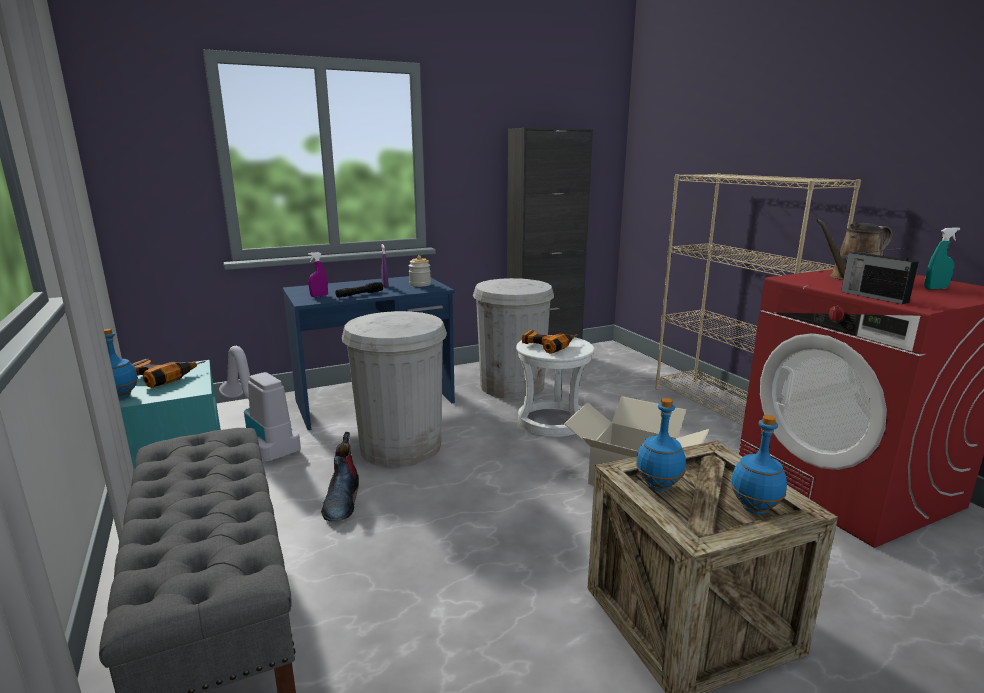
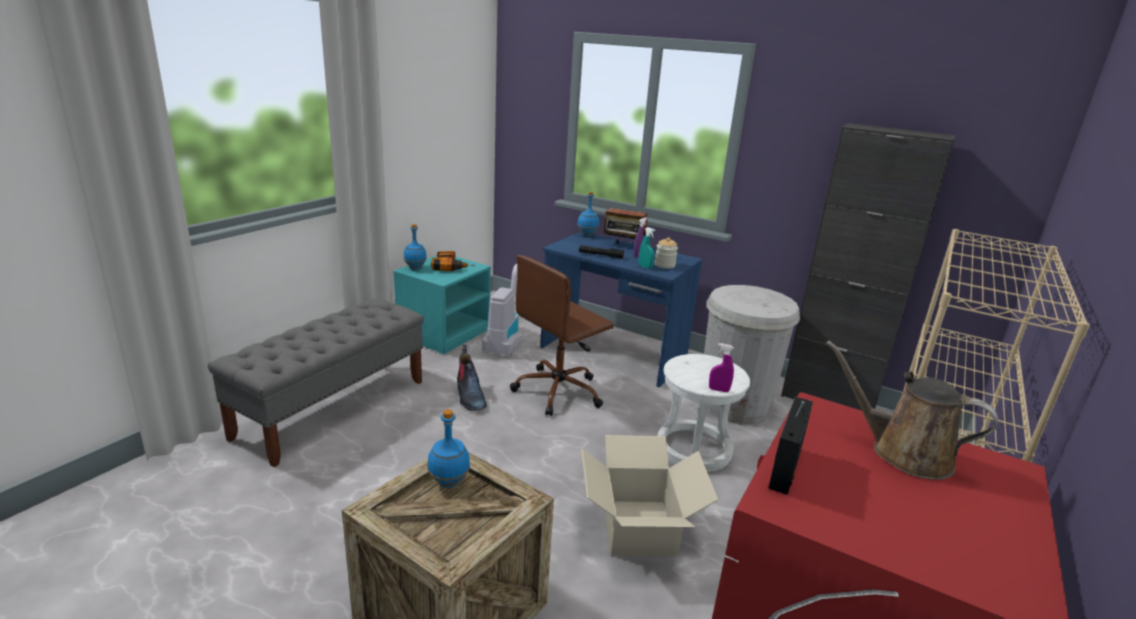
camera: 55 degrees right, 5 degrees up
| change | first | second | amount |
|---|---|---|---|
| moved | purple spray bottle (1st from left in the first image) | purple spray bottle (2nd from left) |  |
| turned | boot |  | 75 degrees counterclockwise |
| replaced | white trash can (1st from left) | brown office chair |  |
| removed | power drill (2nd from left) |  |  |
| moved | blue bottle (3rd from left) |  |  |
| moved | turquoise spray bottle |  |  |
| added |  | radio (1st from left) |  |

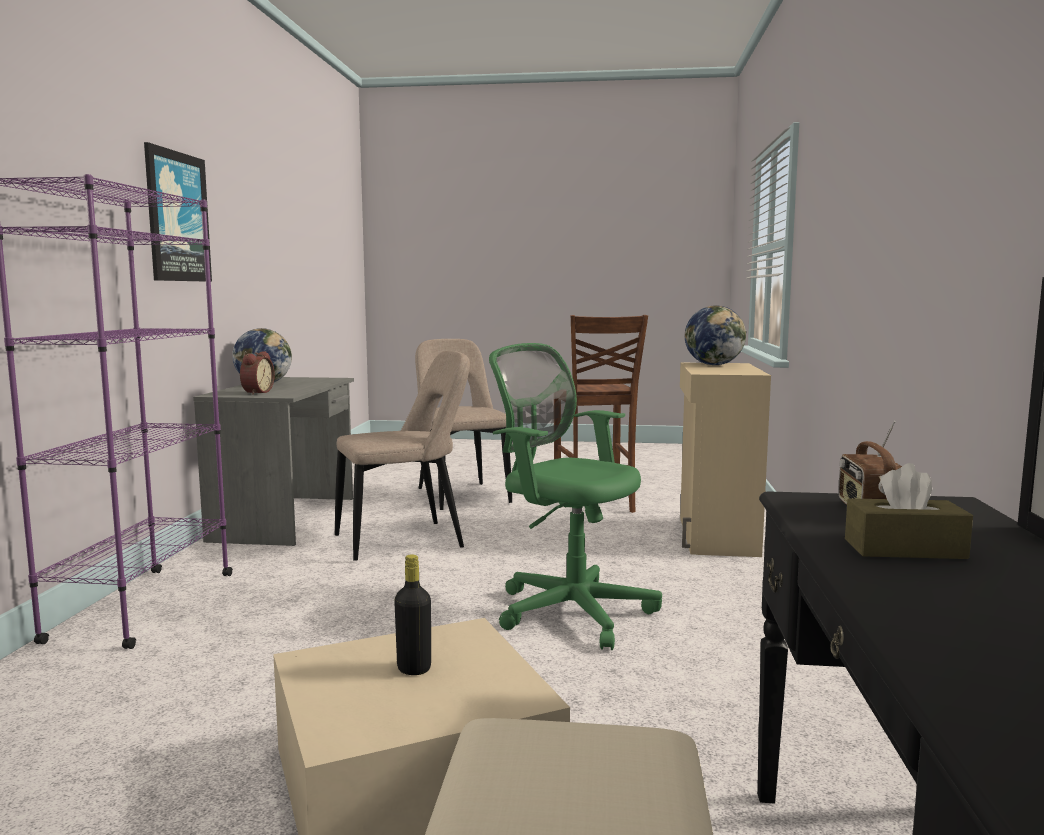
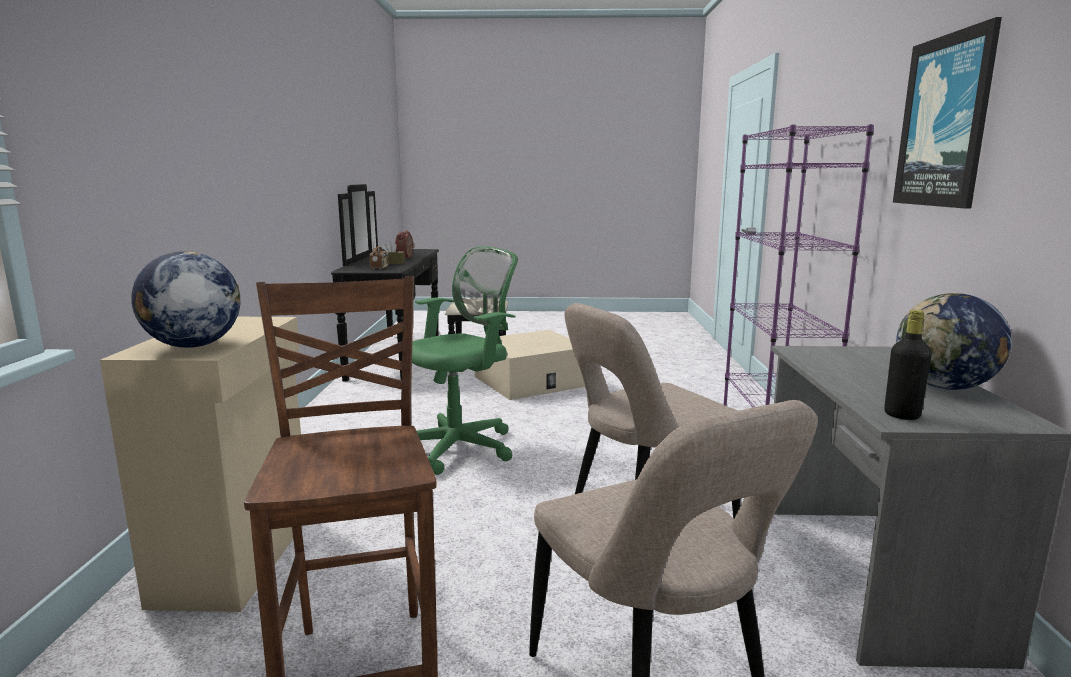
camera: 175 degrees right, 5 degrees up
| change | first | second | amount |
|---|---|---|---|
| moved | alarm clock |  |  |
| moved | black bottle |  |  |
| turned | green office chair |  | 75 degrees counterclockwise |

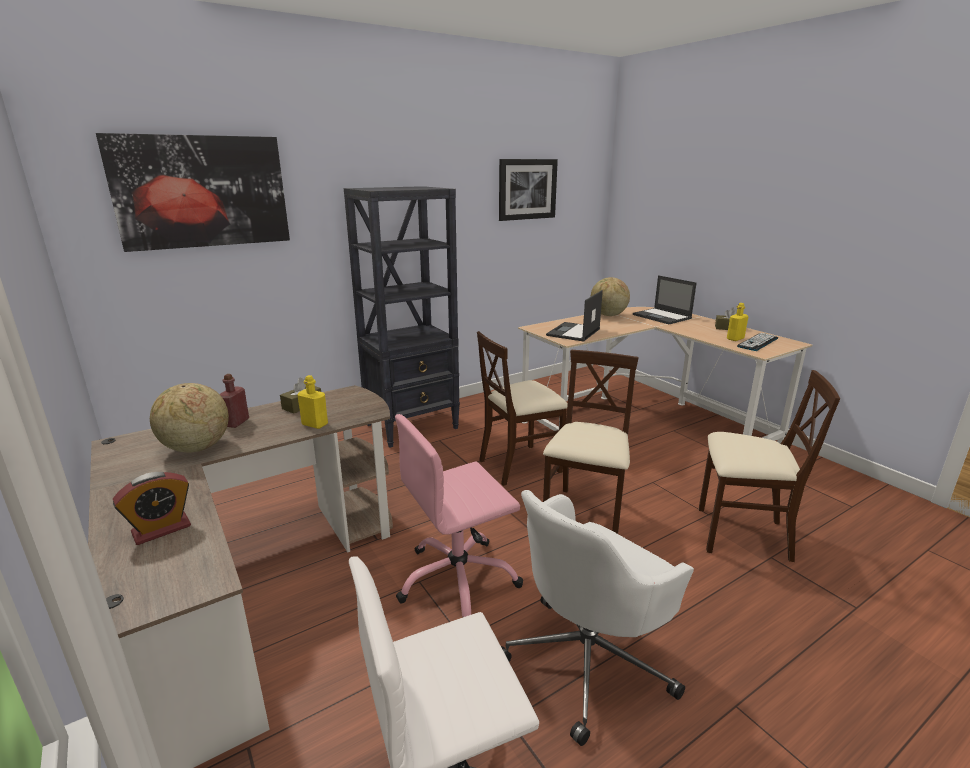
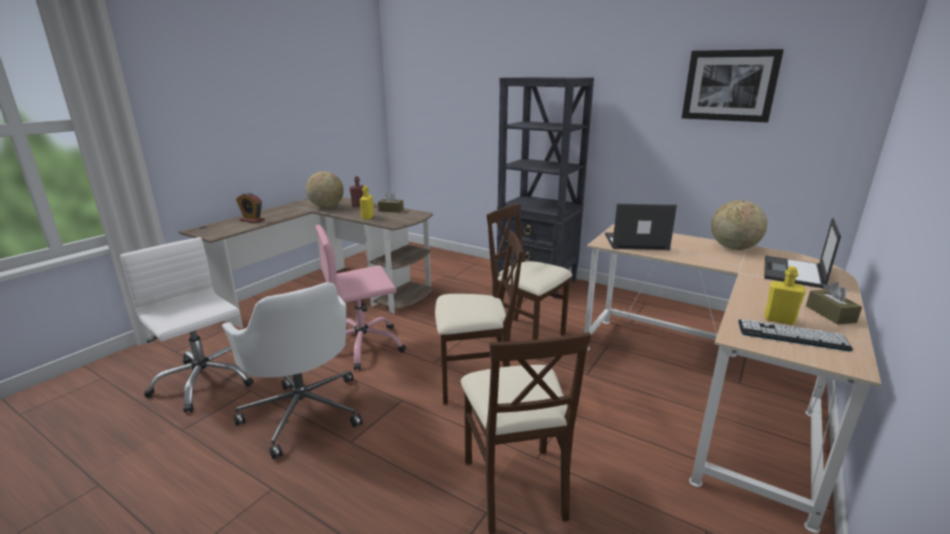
camera: 65 degrees right, 0 degrees up
| change | first | second | amount |
|---|---|---|---|
| removed | picture (1st from left) |  |  |
| turned | pink office chair |  | 60 degrees counterclockwise |
| turned | white office chair (2nd from left) |  | 150 degrees counterclockwise |

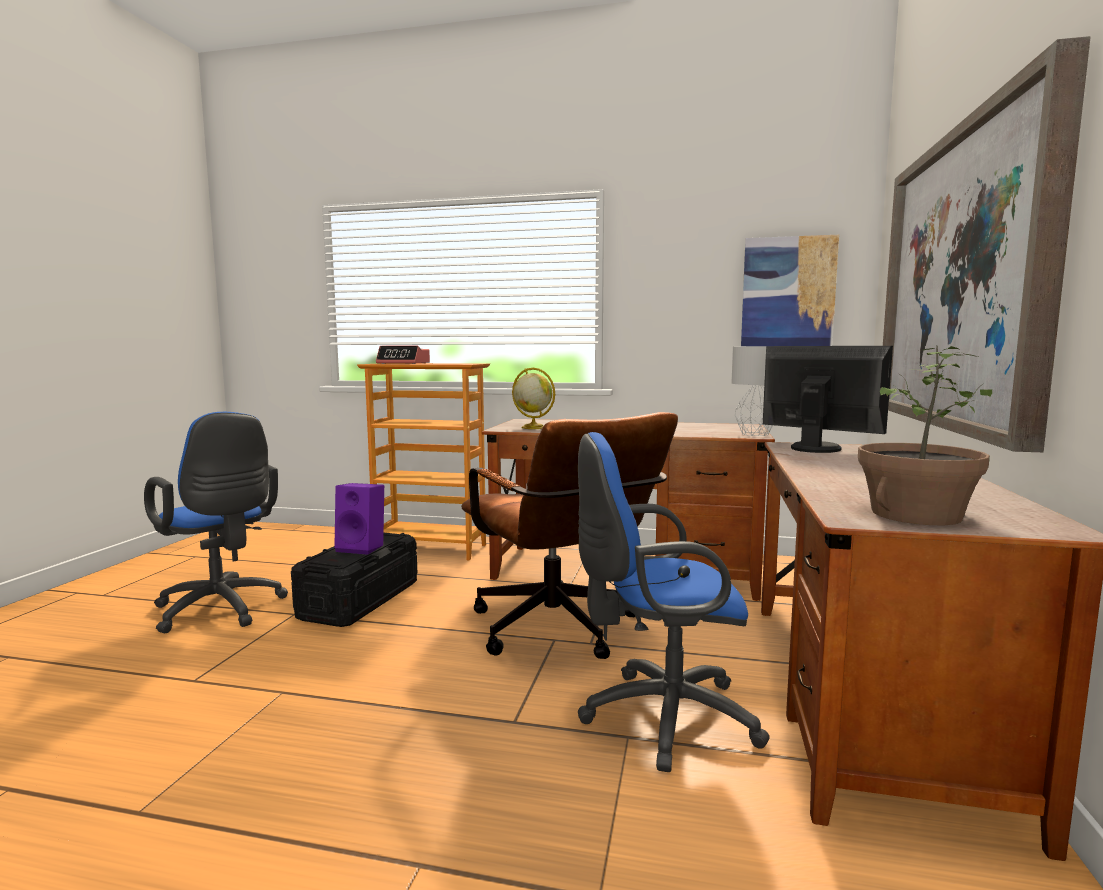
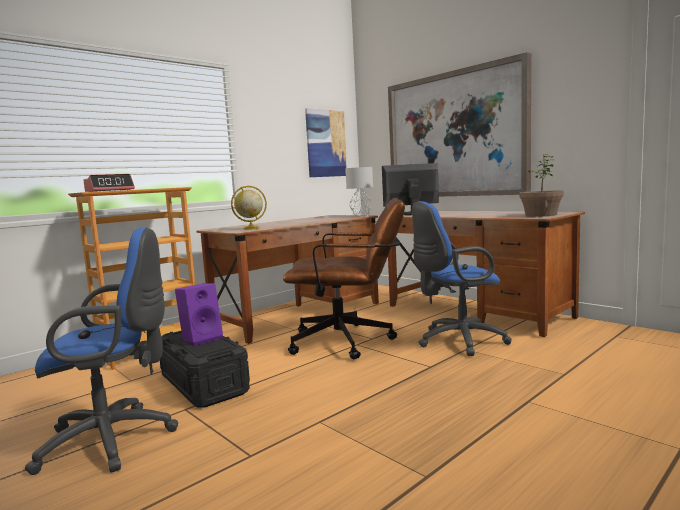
camera: 55 degrees left, 0 degrees up
| change | first | second | amount |
|---|---|---|---|
| turned | blue office chair (2nd from left) |  | 45 degrees clockwise |

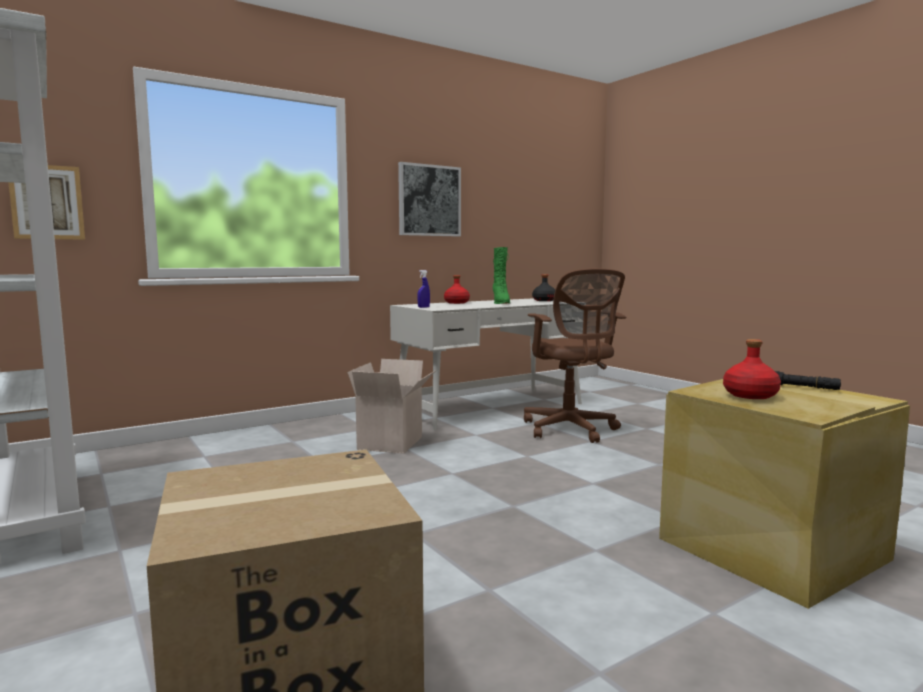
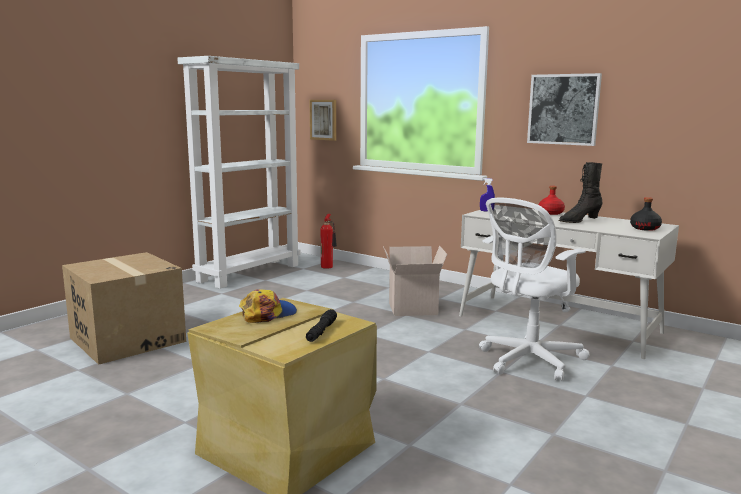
camera: 70 degrees right, 5 degrees up
| change | first | second | amount |
|---|---|---|---|
| recoloured | green boot | black boot |  |
| recoloured | brown office chair | white office chair |  |
| replaced | red bottle (2nd from left) | cap |  |
| added |  | fire extinguisher |  |

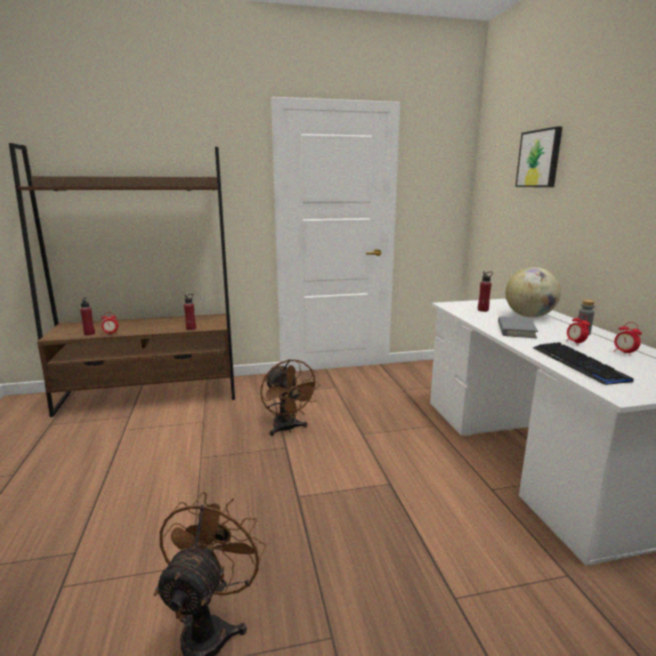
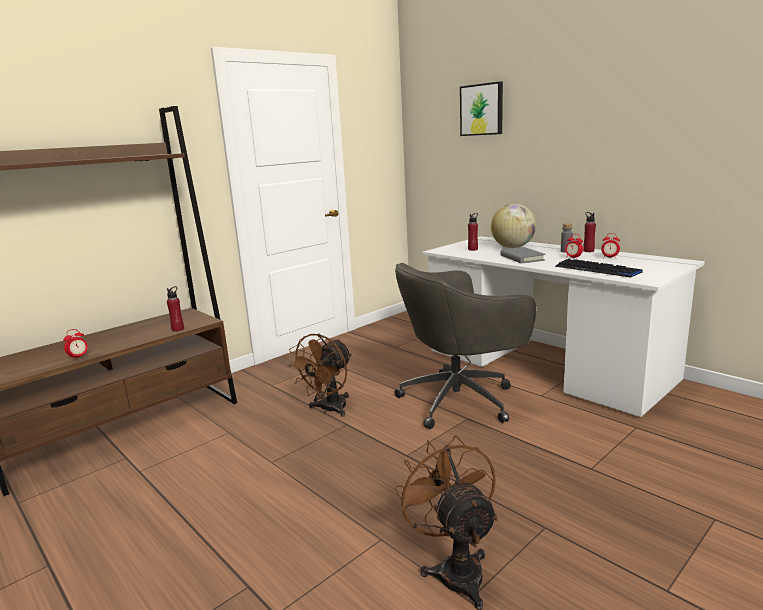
camera: 30 degrees left, 0 degrees up
| change | first | second | amount |
|---|---|---|---|
| moved | red bottle (1st from left in the first image) | red bottle (3rd from left) |  |
| turned | brown fan (2nd from left in the first image) | brown fan (1st from left) | 90 degrees clockwise |
| added |  | grey office chair |  |

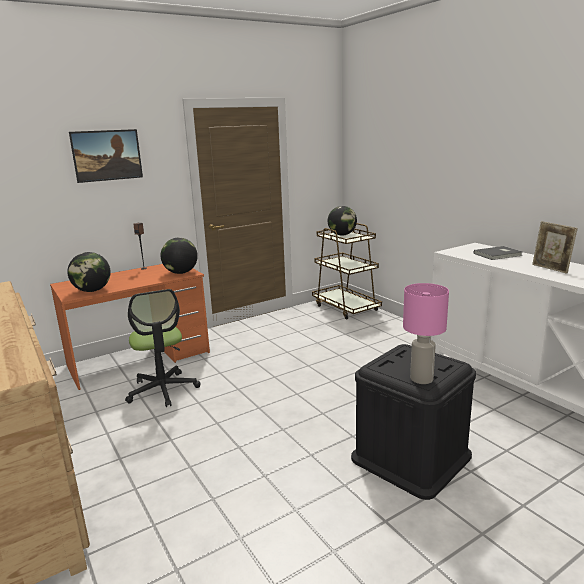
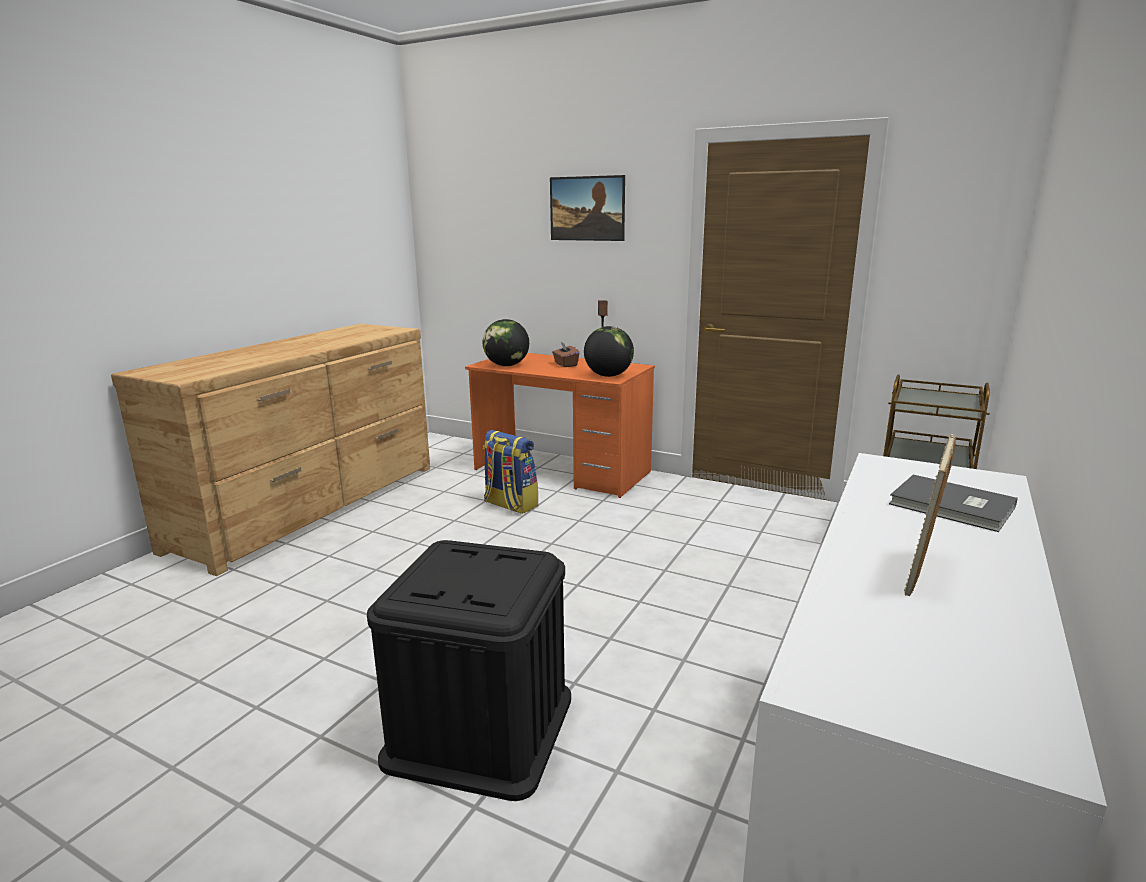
camera: 60 degrees right, 0 degrees up
| change | first | second | amount |
|---|---|---|---|
| replaced | office chair | backpack |  |
| removed | globe (3rd from left) |  |  |
| removed | pink table lamp |  |  |
| added |  | brown tissue box |  |

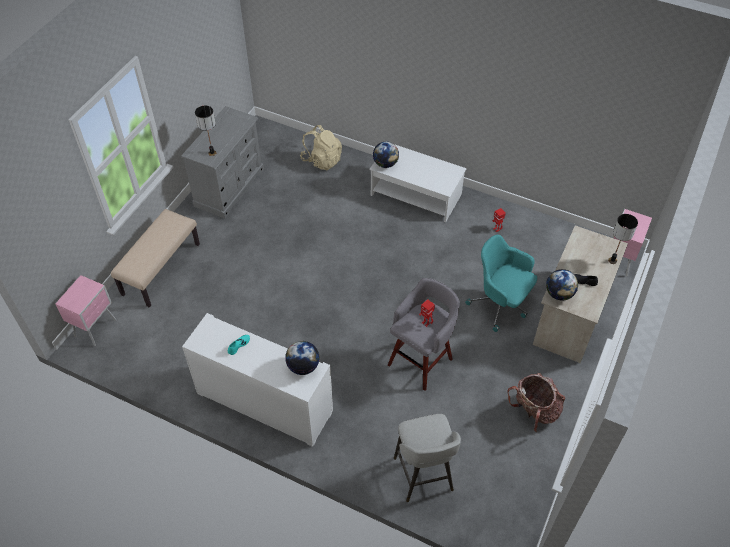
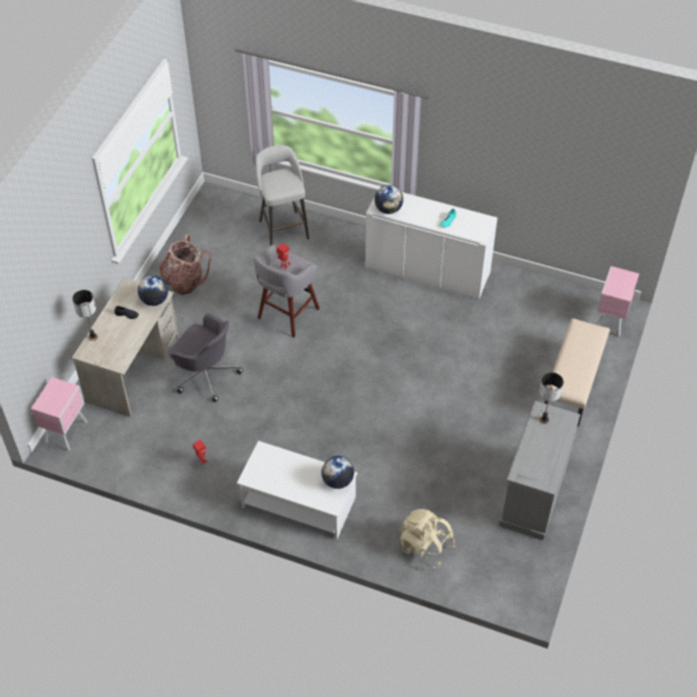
camera: 175 degrees right, 0 degrees up
| change | first | second | amount |
|---|---|---|---|
| recoloured | turquoise office chair | grey office chair |  |

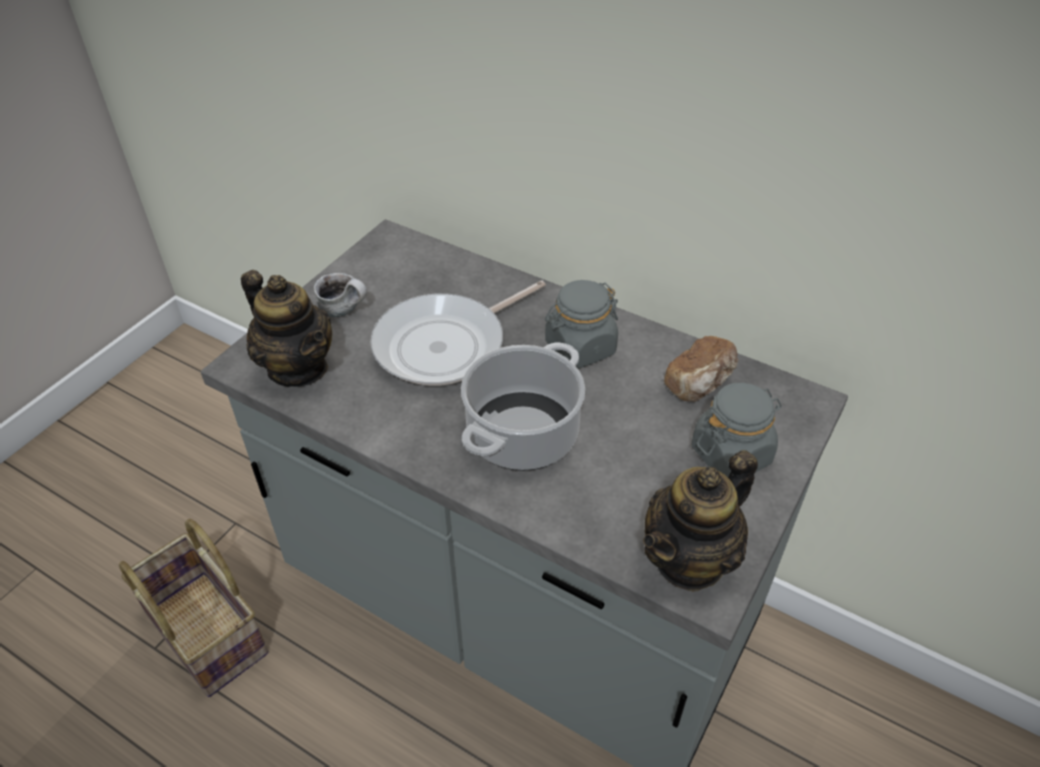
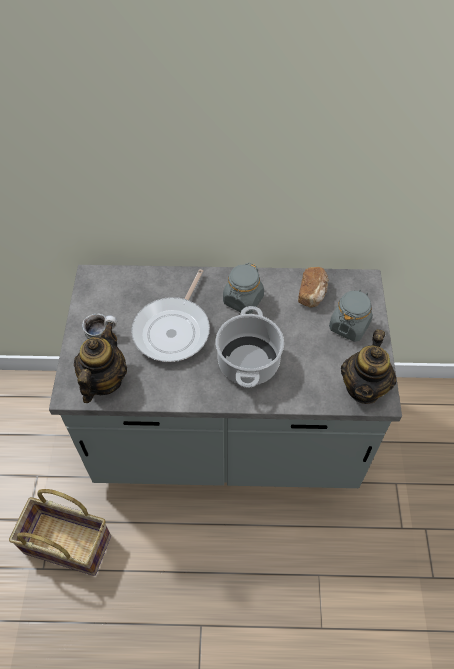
camera: 30 degrees left, 10 degrees up
| change | first | second | amount |
|---|---|---|---|
| turned | teapot (1st from left) |  | 90 degrees counterclockwise |

